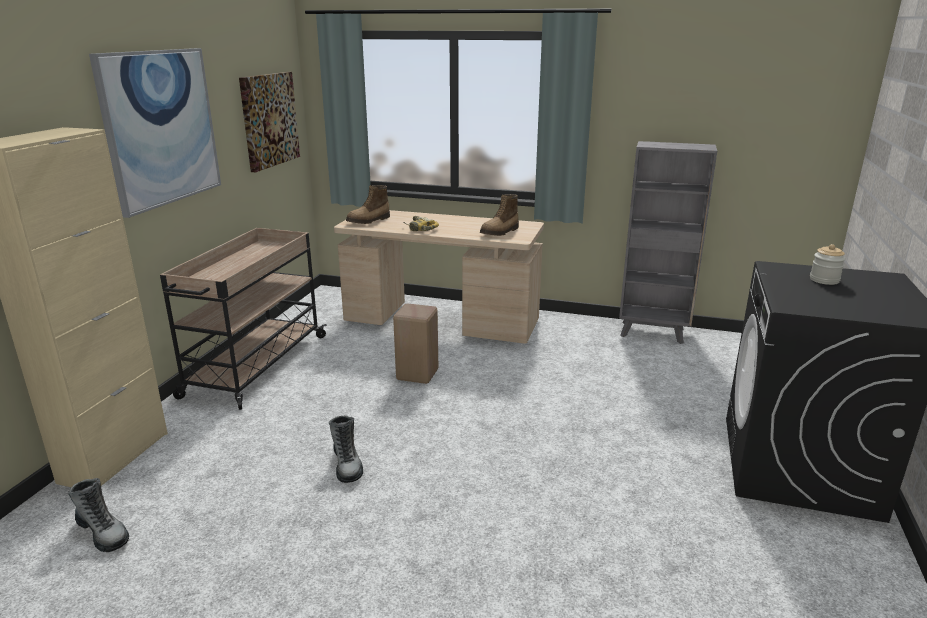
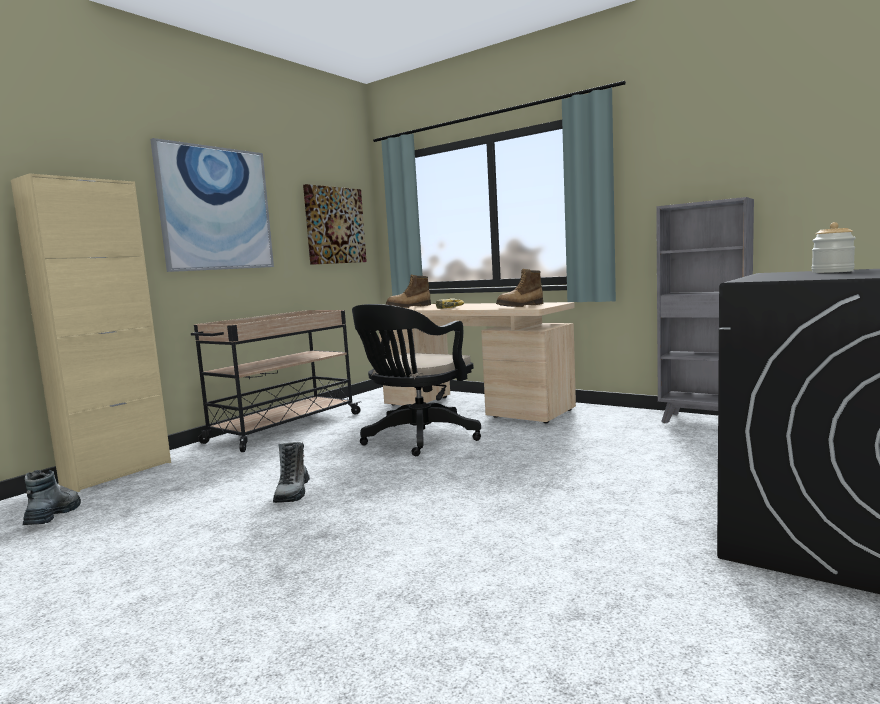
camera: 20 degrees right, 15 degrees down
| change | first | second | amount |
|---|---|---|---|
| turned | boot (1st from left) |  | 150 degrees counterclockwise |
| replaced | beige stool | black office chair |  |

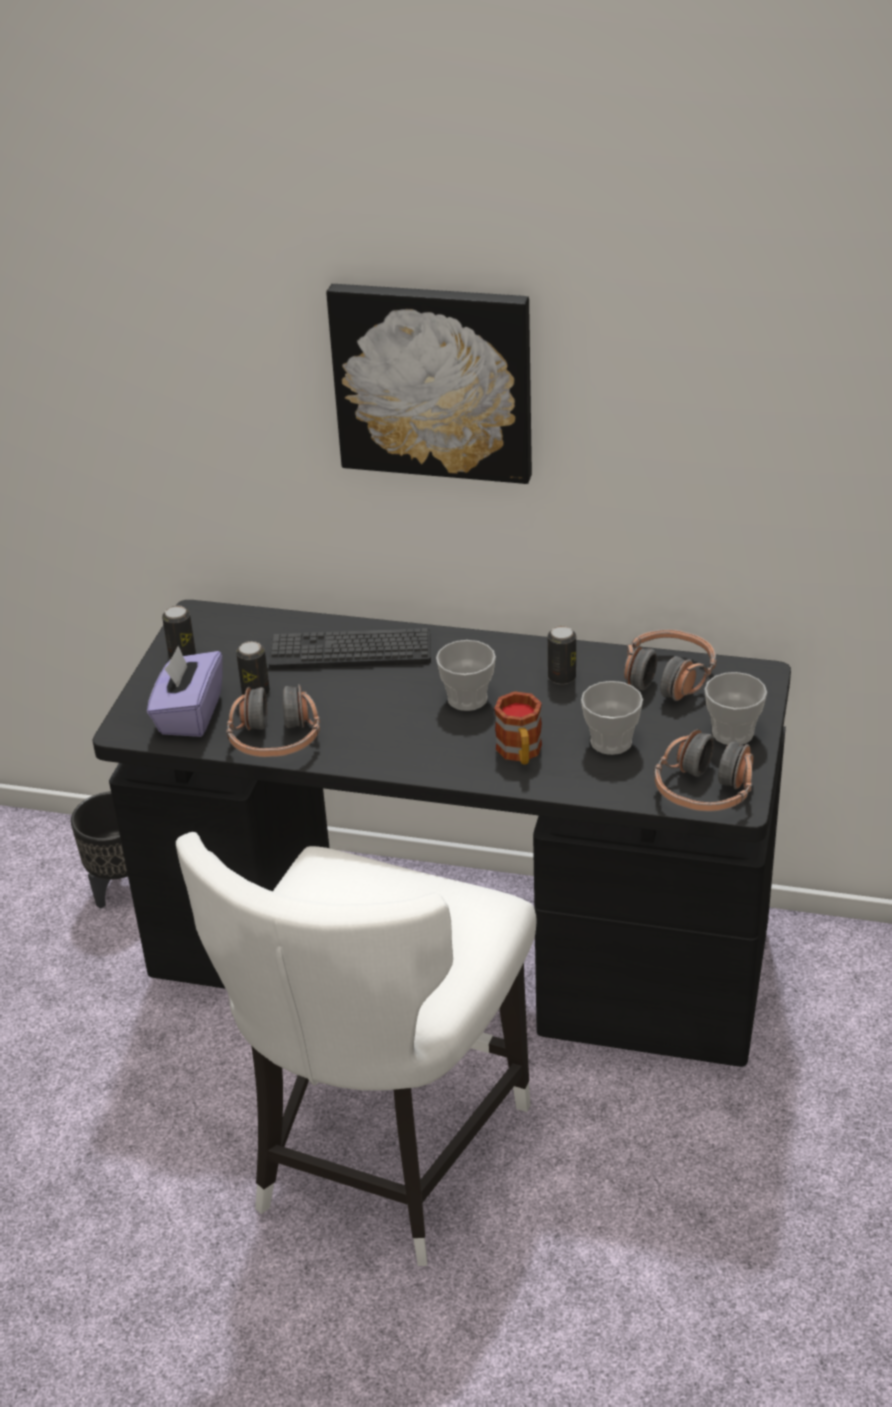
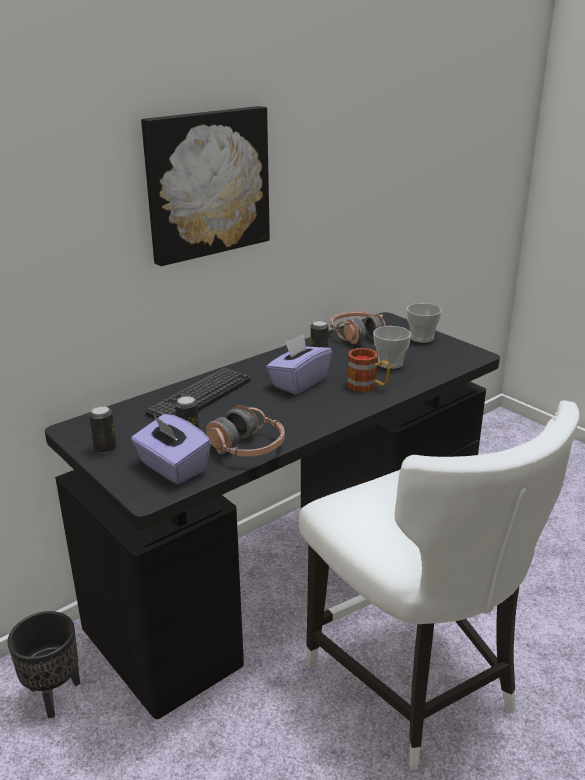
camera: 55 degrees left, 10 degrees down
| change | first | second | amount |
|---|---|---|---|
| replaced | cup (1st from left) | purple tissue box (2nd from left) |  |
| removed | headphones (3rd from left) |  |  |

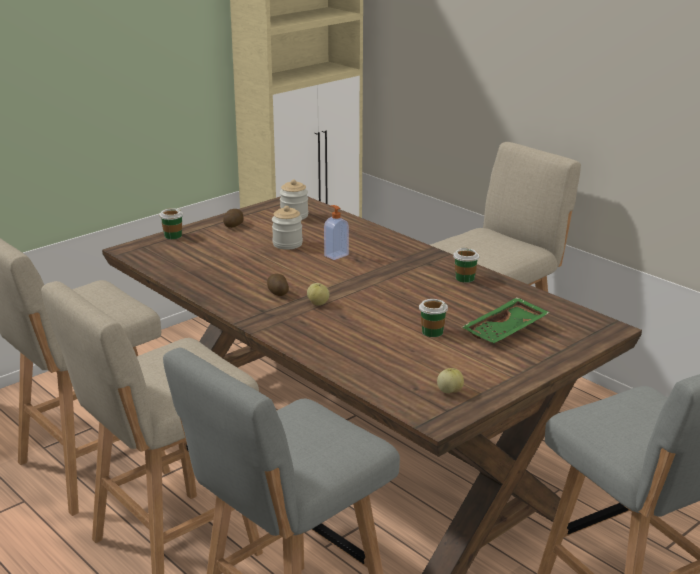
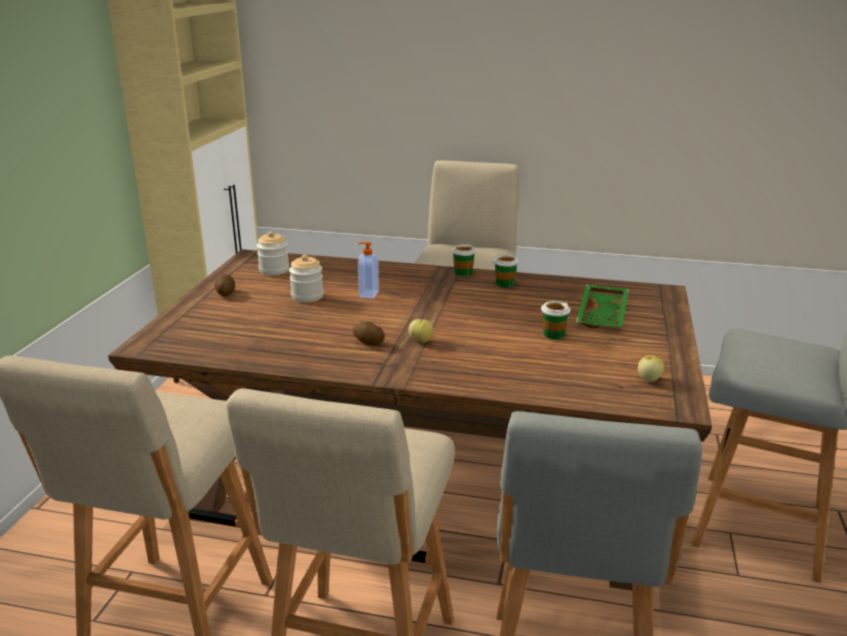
camera: 35 degrees left, 0 degrees up
| change | first | second | amount |
|---|---|---|---|
| moved | cup (1st from left) |  |  |

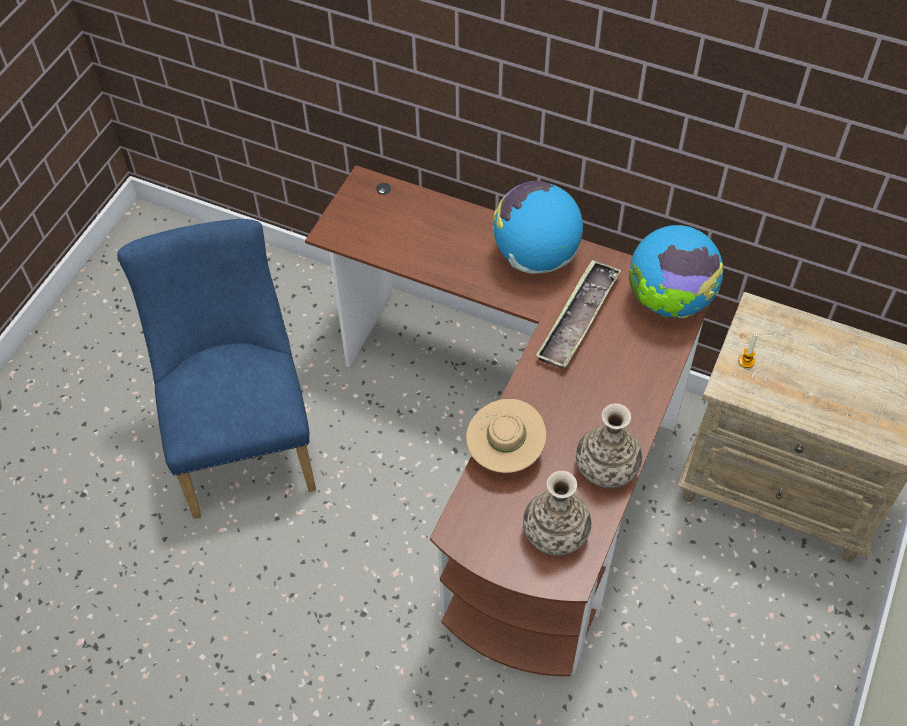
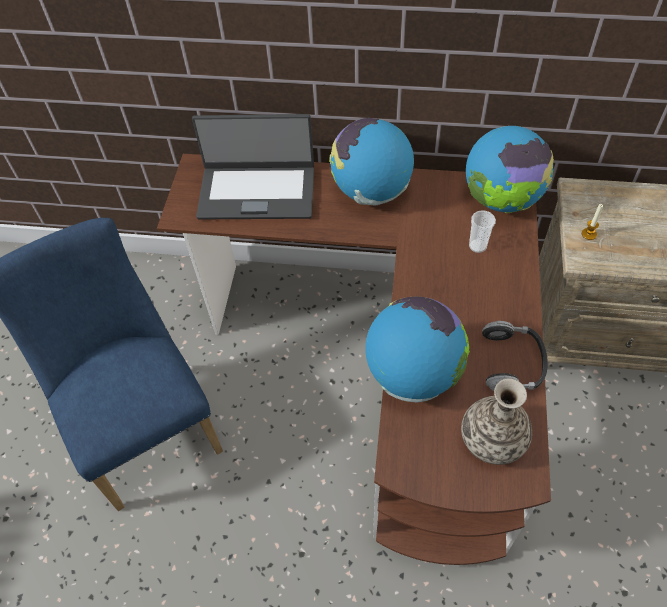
camera: 15 degrees left, 0 degrees up
| change | first | second | amount |
|---|---|---|---|
| replaced | beige hat | globe (2nd from left) |  |
| removed | tray |  |  |
| replaced | vase (2nd from left) | headphones |  |
| added |  | laptop |  |
| added |  | cup |  |

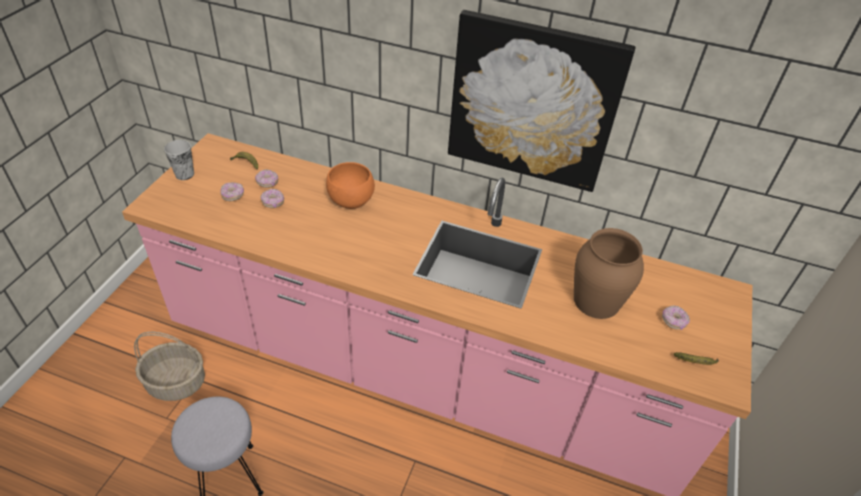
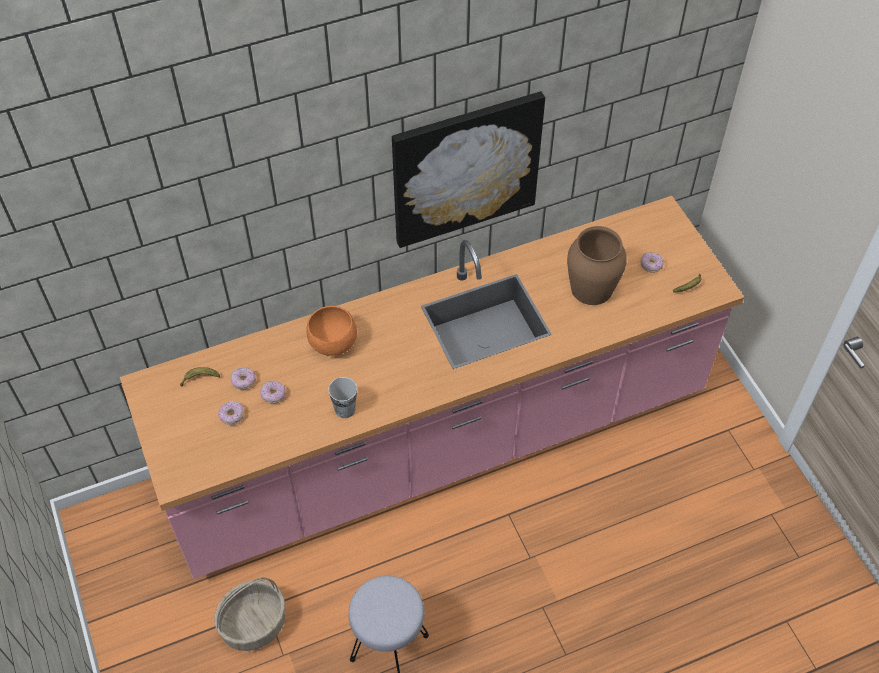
camera: 40 degrees left, 10 degrees up
| change | first | second | amount |
|---|---|---|---|
| moved | cup |  |  |

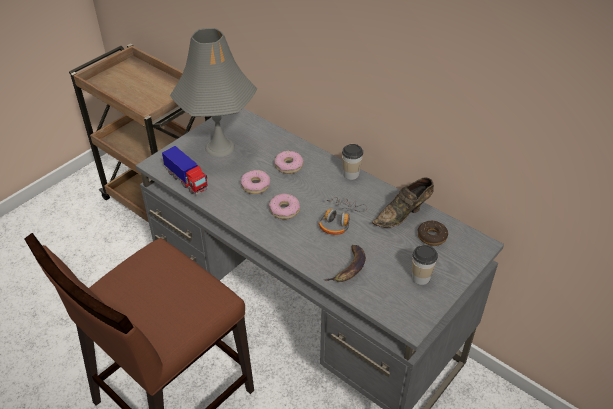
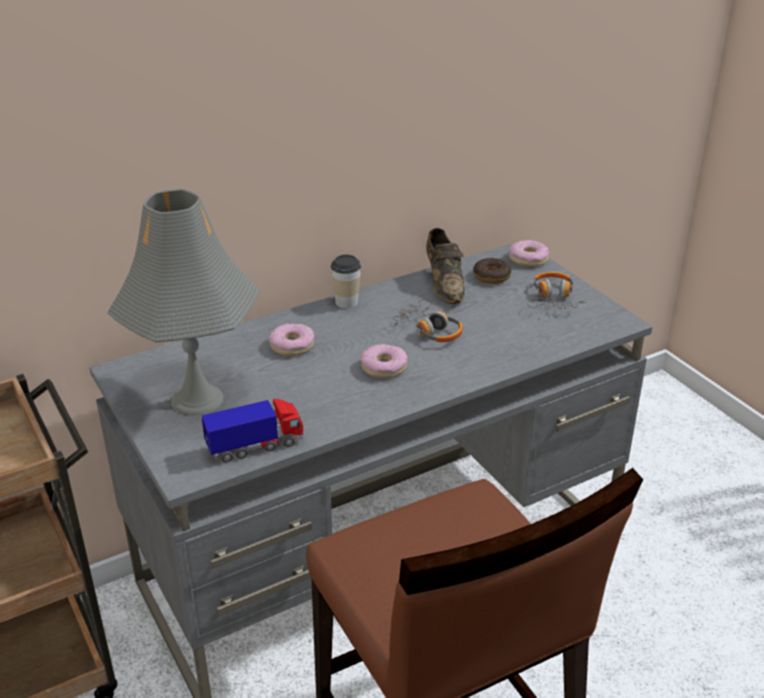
camera: 70 degrees left, 10 degrees down
| change | first | second | amount |
|---|---|---|---|
| moved | donut (1st from left in the first image) | donut (4th from left) |  |
| removed | banana |  |  |
| replaced | cup (2nd from left) | headphones (2nd from left) |  |

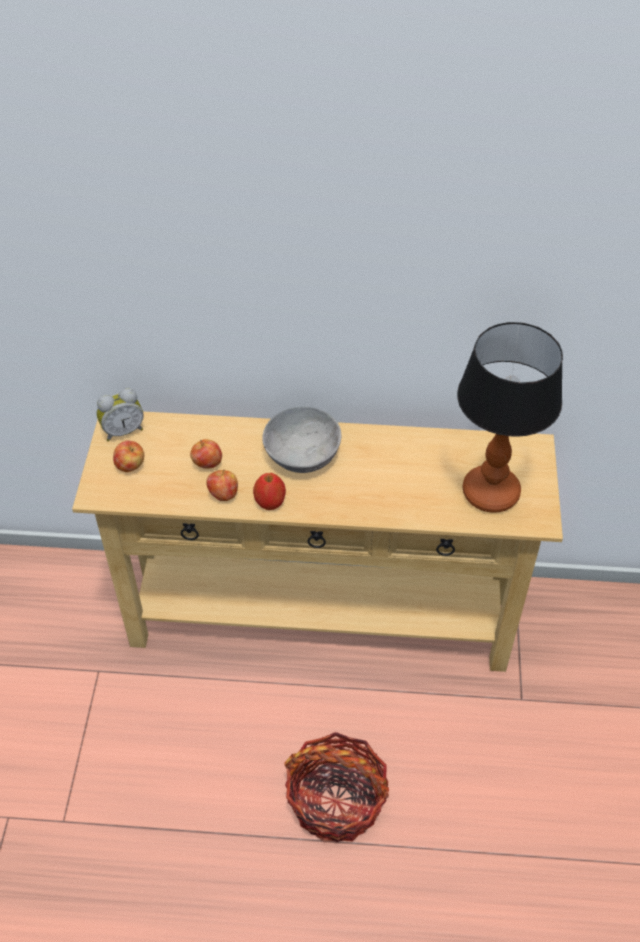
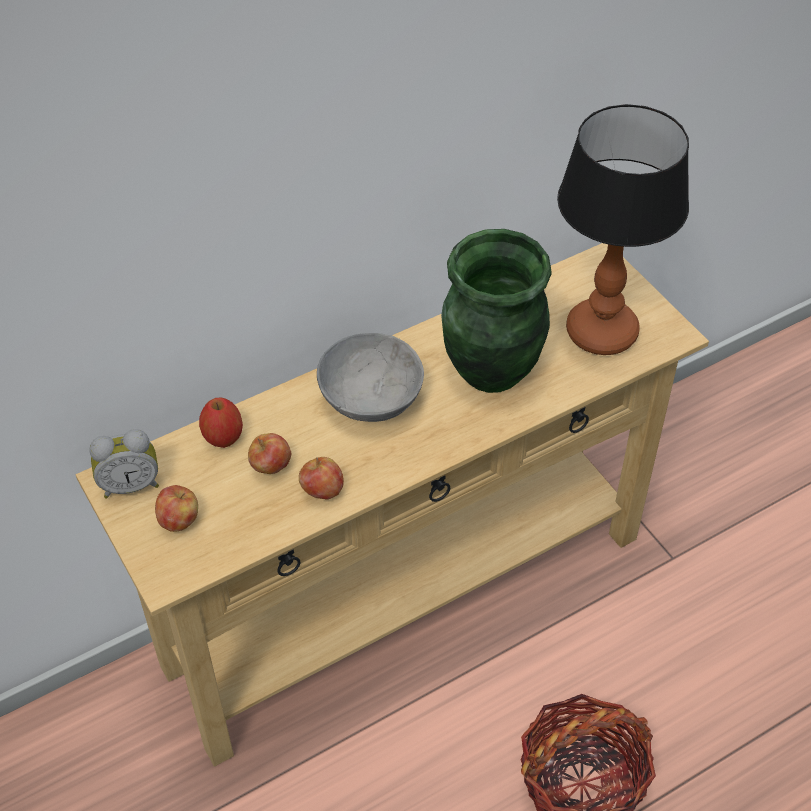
camera: 35 degrees left, 0 degrees up
| change | first | second | amount |
|---|---|---|---|
| turned | alarm clock |  | 45 degrees clockwise |
| moved | apple (4th from left in the first image) | apple (2nd from left) |  |
| added |  | green vase |  |

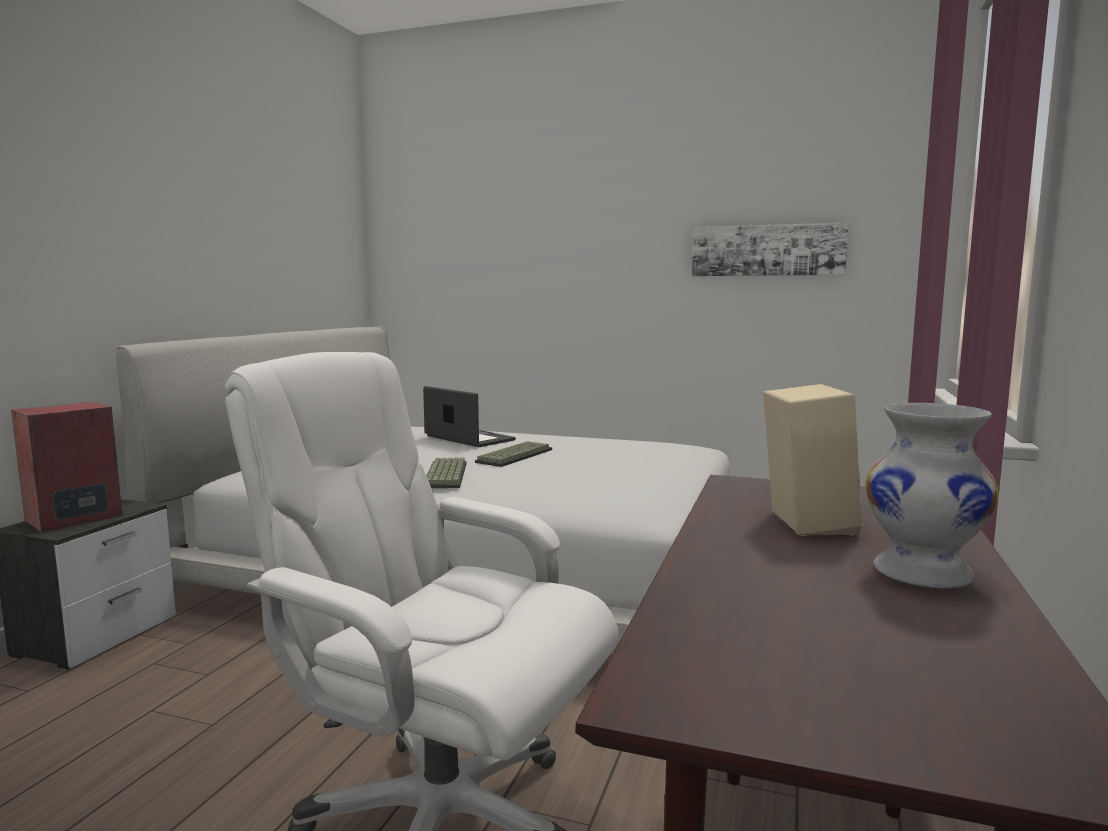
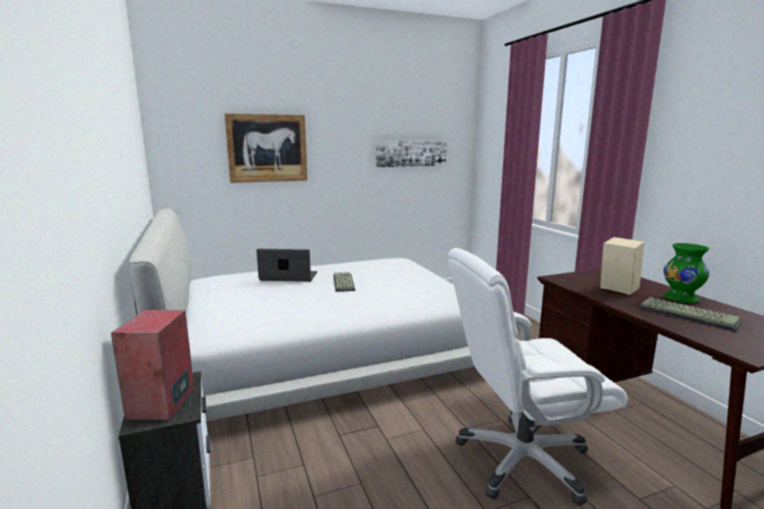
camera: 40 degrees left, 5 degrees up
| change | first | second | amount |
|---|---|---|---|
| moved | keyboard (1st from left in the first image) | keyboard (2nd from left) |  |
| recoloured | white vase | green vase |  |
| added |  | picture (1st from left) |  |

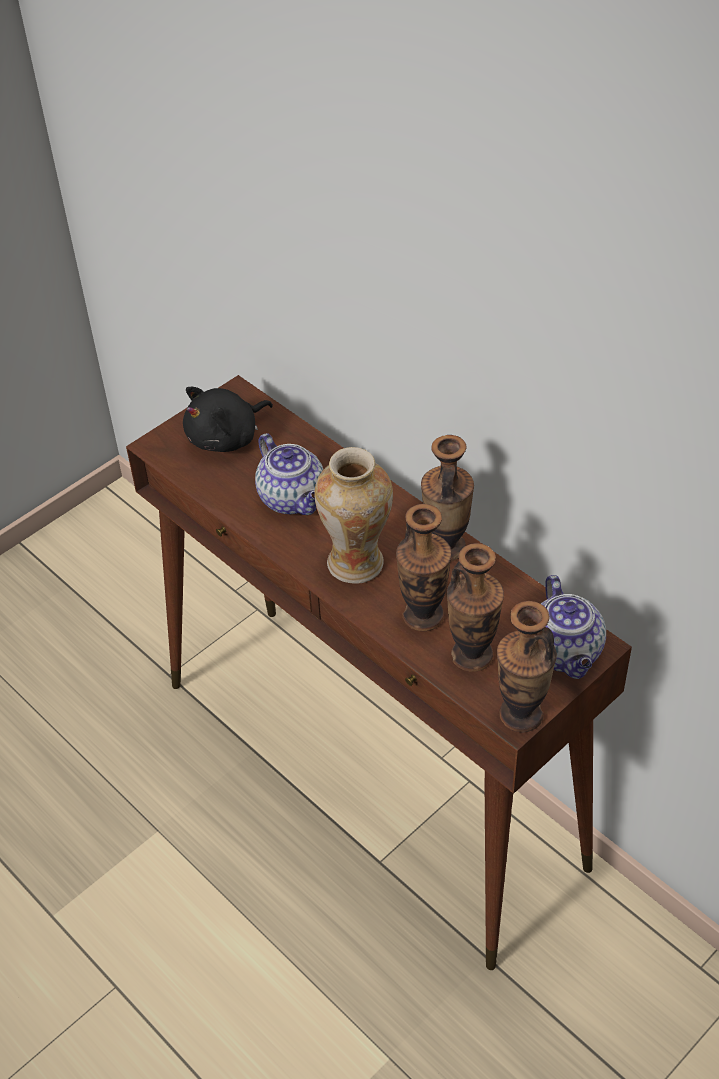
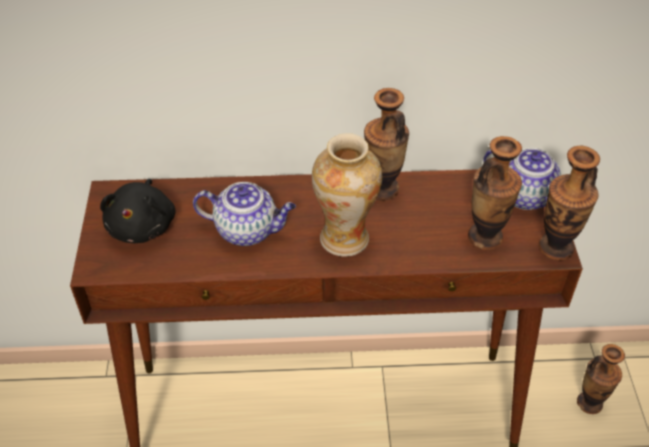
camera: 50 degrees left, 0 degrees up
| change | first | second | amount |
|---|---|---|---|
| moved | vase (2nd from left in the first image) | vase (5th from left) |  |

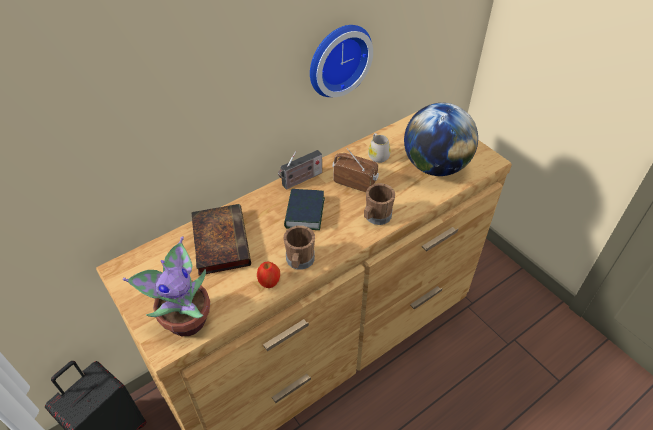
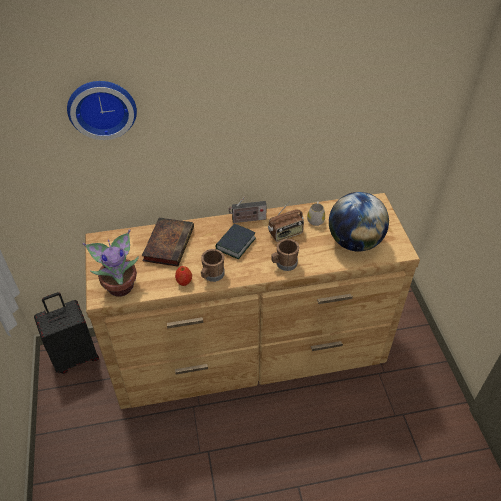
camera: 25 degrees right, 0 degrees up
| change | first | second | amount |
|---|---|---|---|
| moved | wall clock |  |  |
| turned | radio (2nd from left) |  | 105 degrees clockwise |

